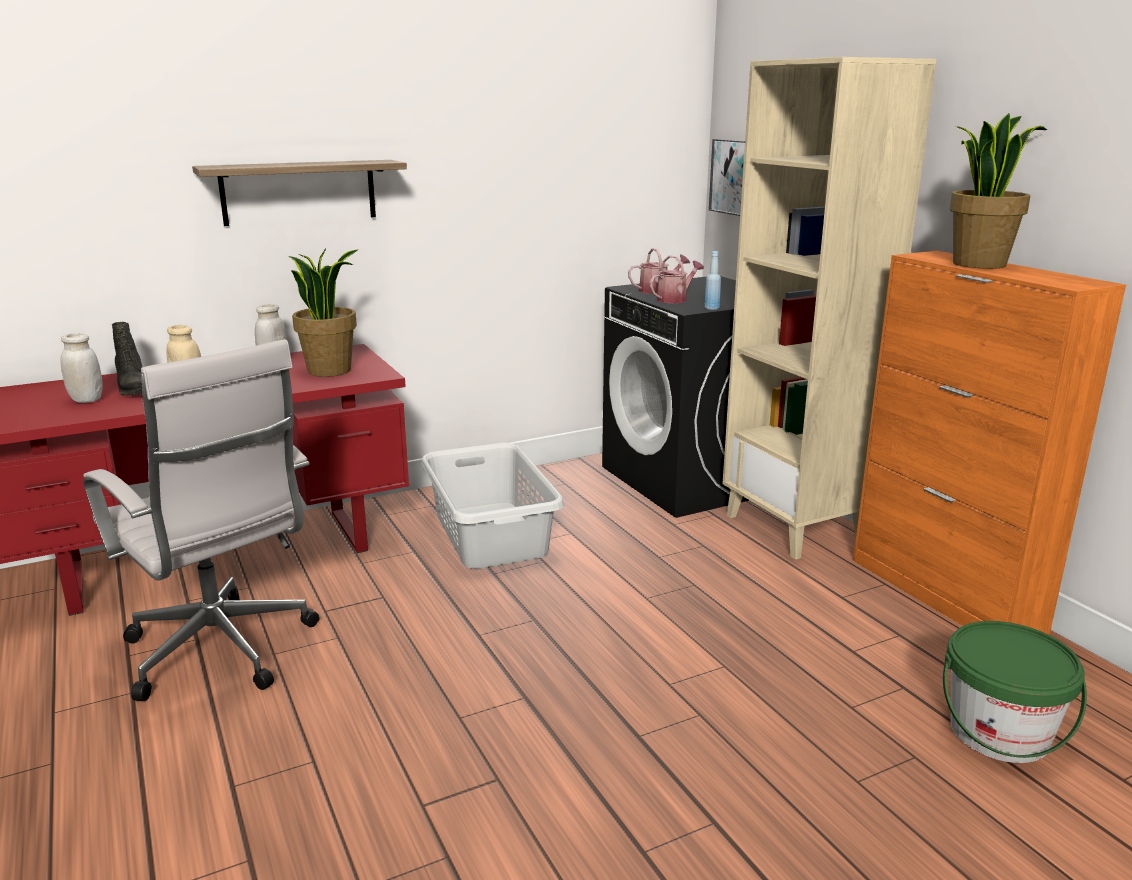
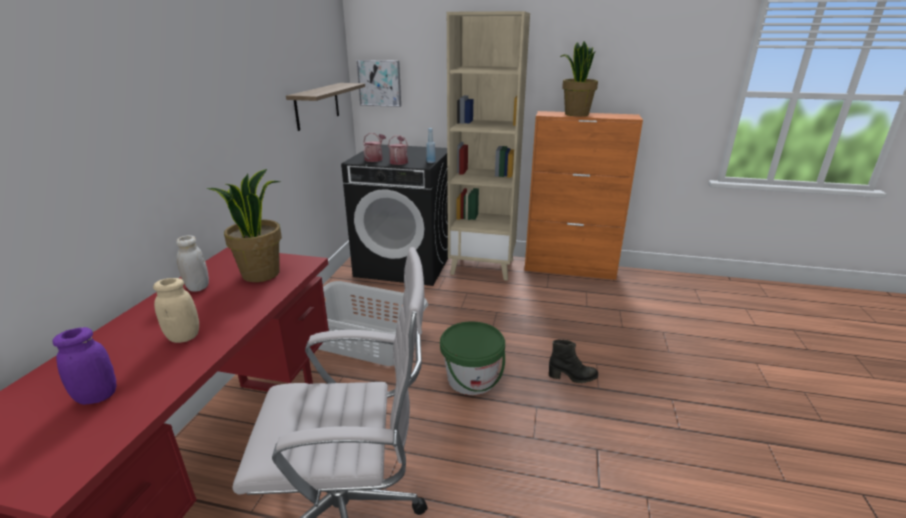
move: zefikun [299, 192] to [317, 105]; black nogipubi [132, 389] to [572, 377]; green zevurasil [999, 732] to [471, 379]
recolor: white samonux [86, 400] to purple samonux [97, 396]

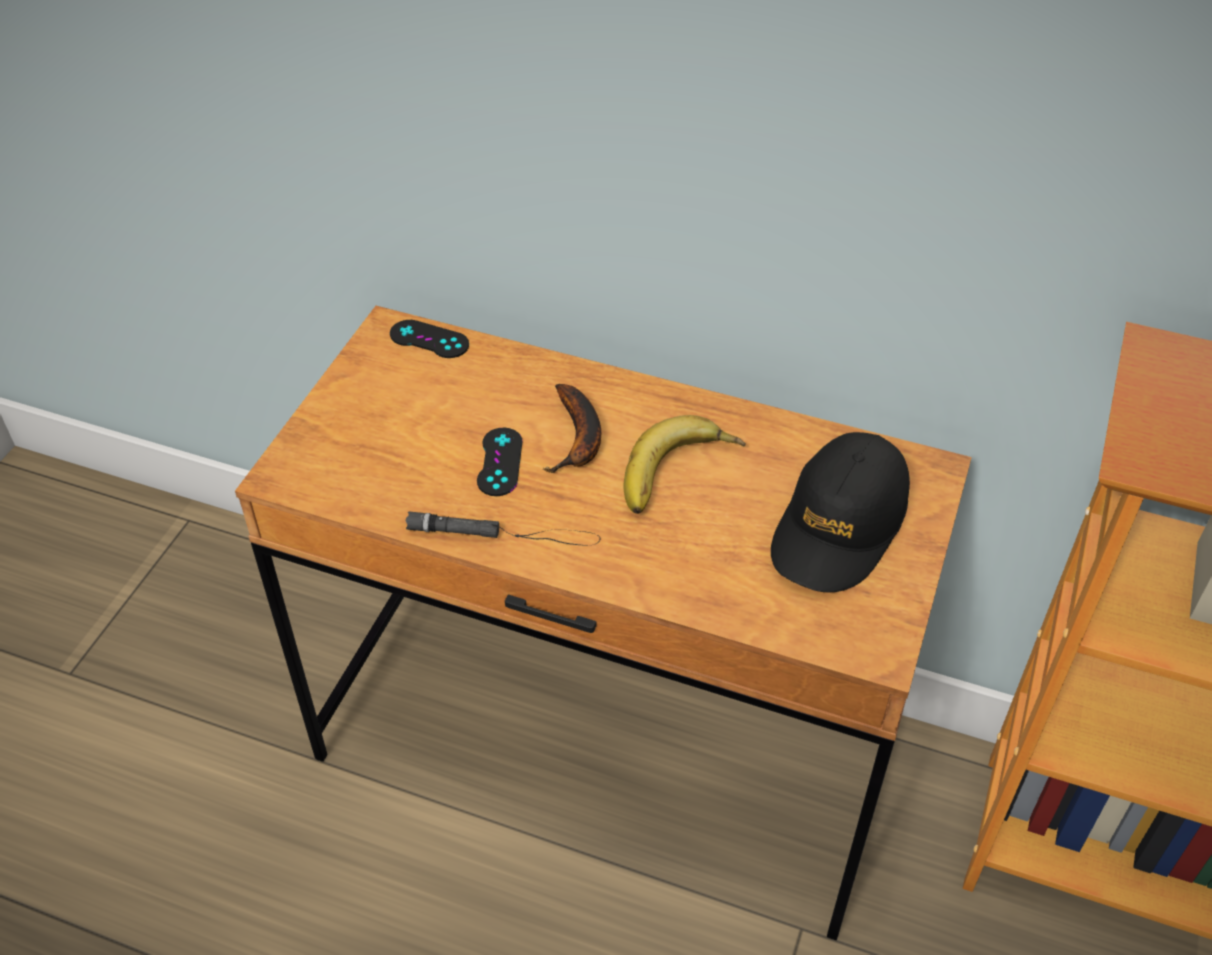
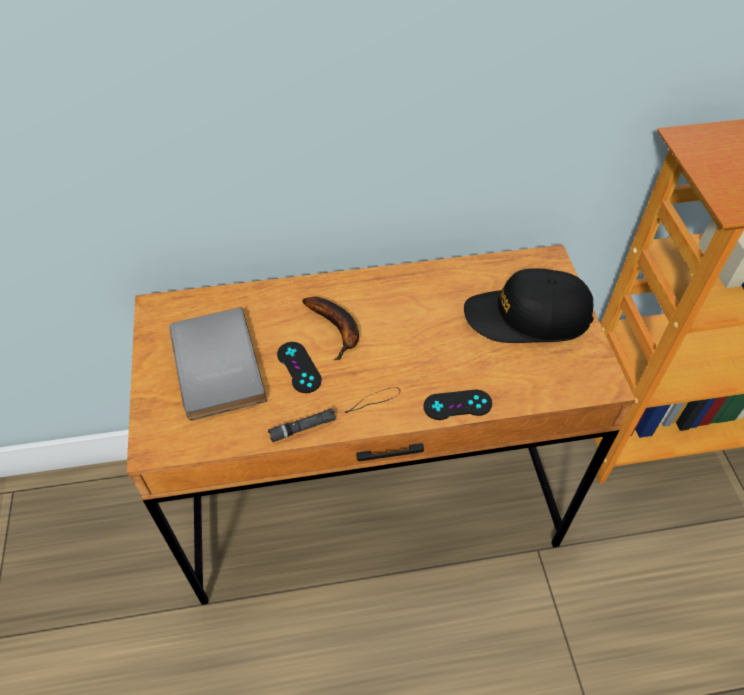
delete: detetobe [679, 475]
insert: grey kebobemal [213, 366]
move: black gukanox [429, 339] to [457, 405]
rotate: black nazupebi [839, 526] = [527, 317] 90 degrees clockwise

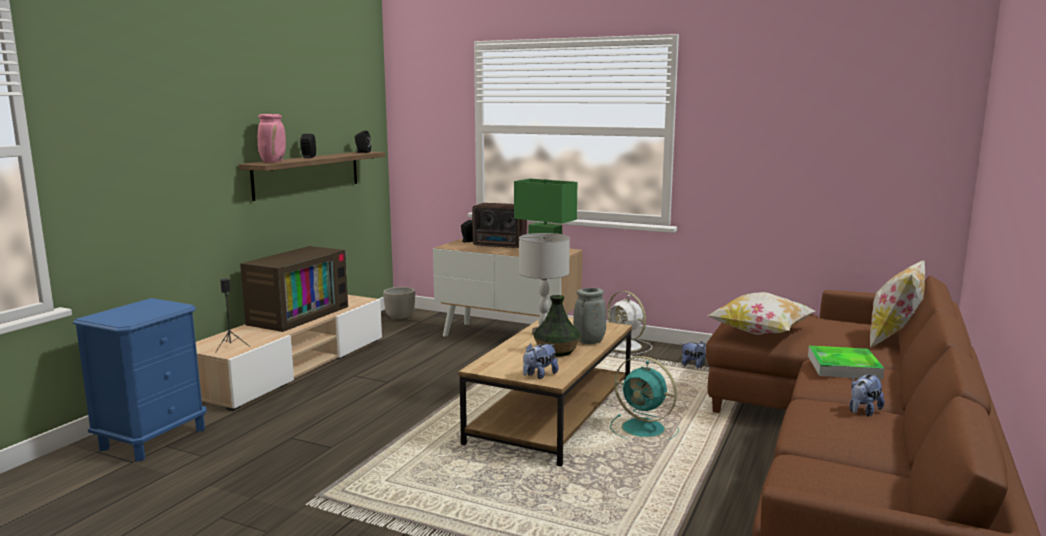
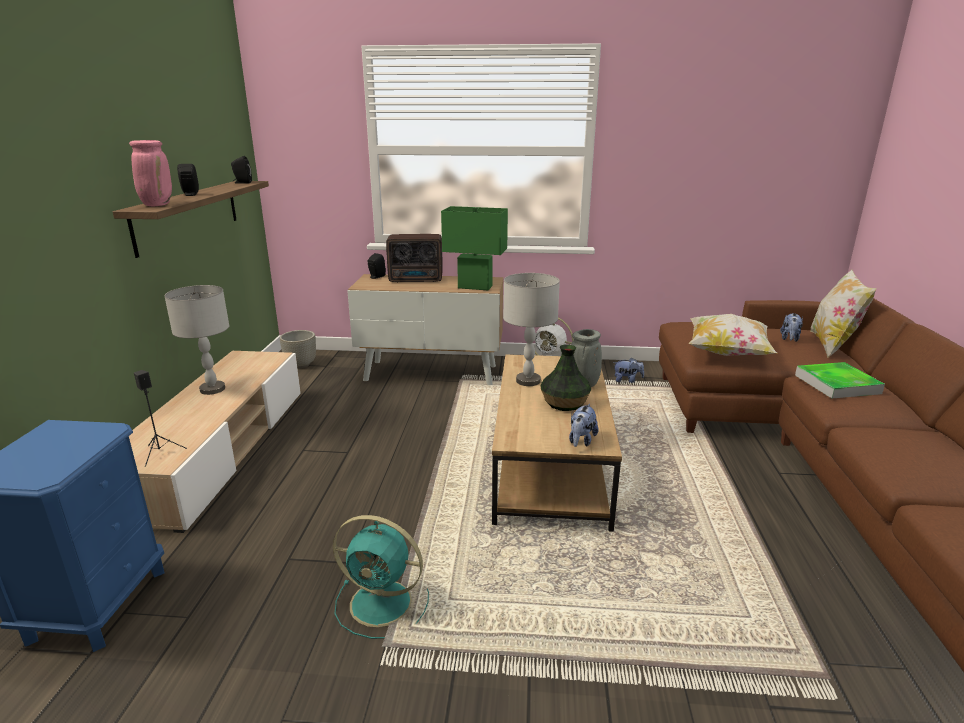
move: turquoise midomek [645, 429] to [384, 603]; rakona [863, 411] to [789, 339]
replace: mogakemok [297, 315] to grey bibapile [212, 389]

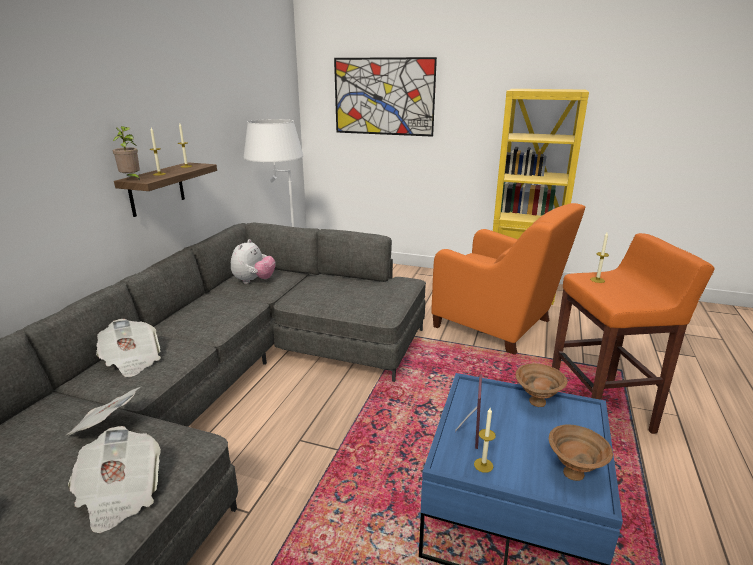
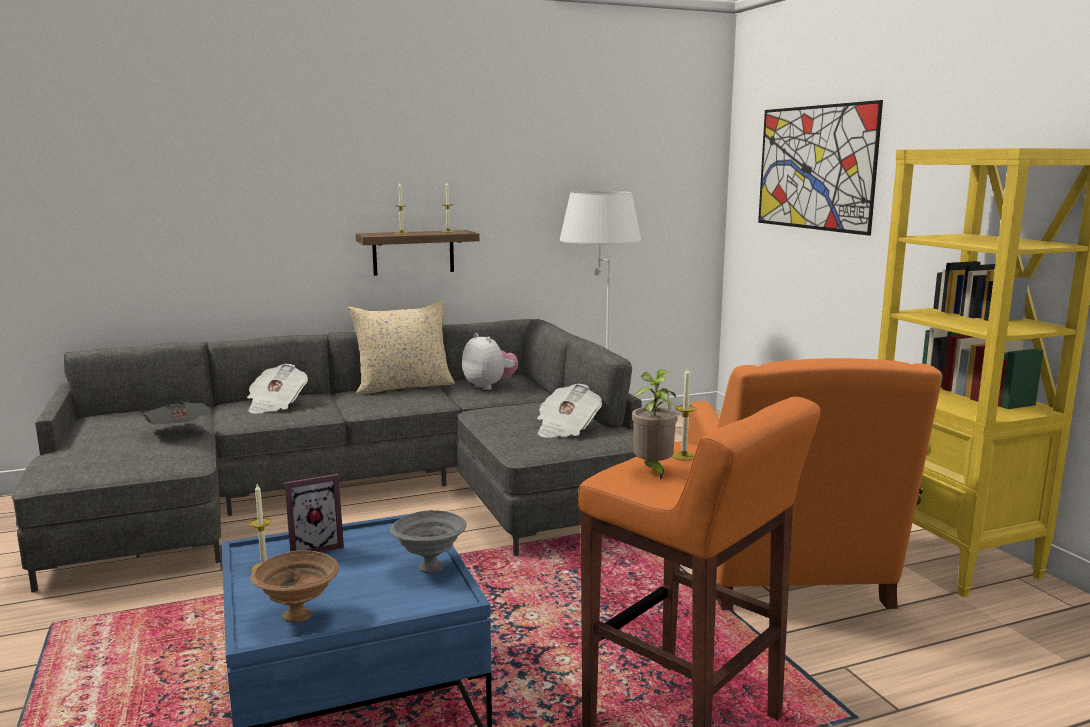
insert: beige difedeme [403, 387]
move: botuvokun [131, 179] to [653, 471]; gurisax [120, 494] to [566, 429]
recolor: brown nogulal [537, 403] to grey nogulal [428, 568]
rotate: rakona [254, 281] = [489, 386] 105 degrees counterclockwise

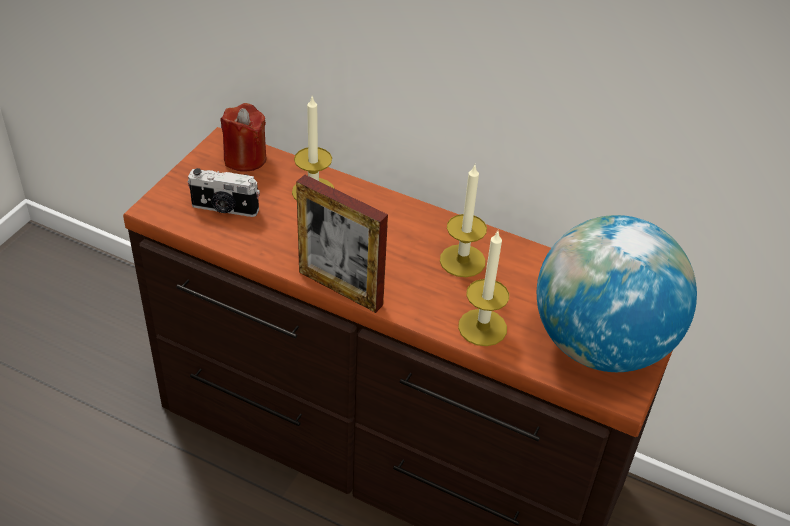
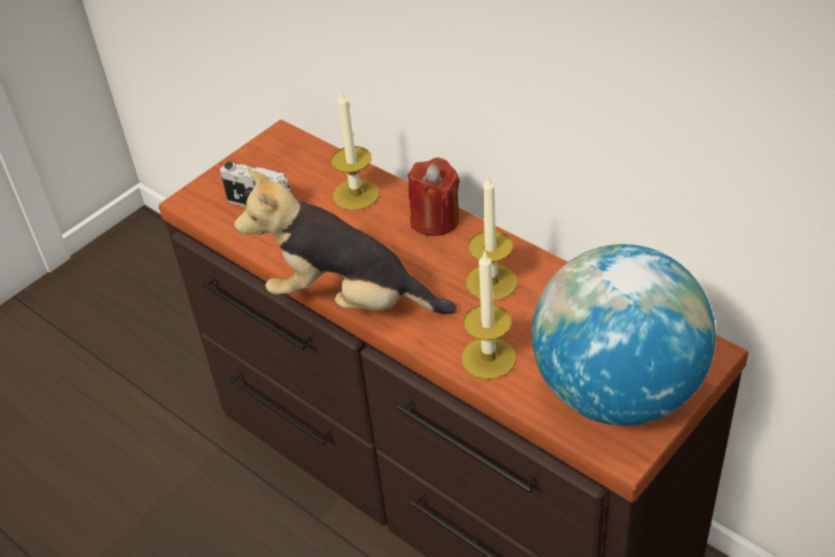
move: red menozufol [245, 158] to [435, 220]
replace: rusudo [340, 288] to rakona [349, 300]

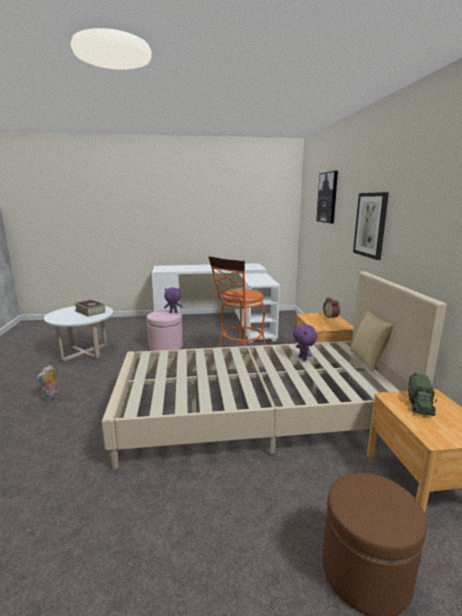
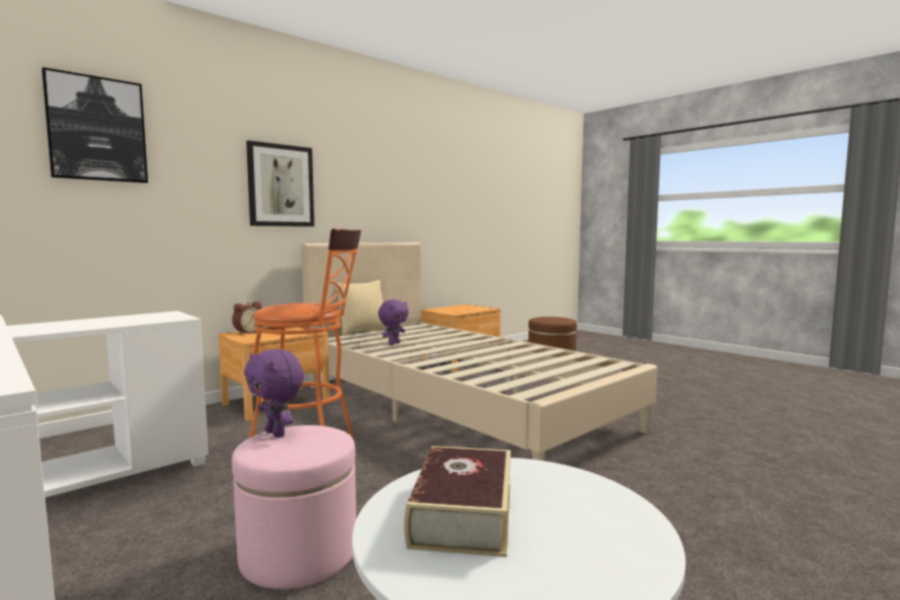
delete: rakona [51, 397]; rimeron [420, 404]

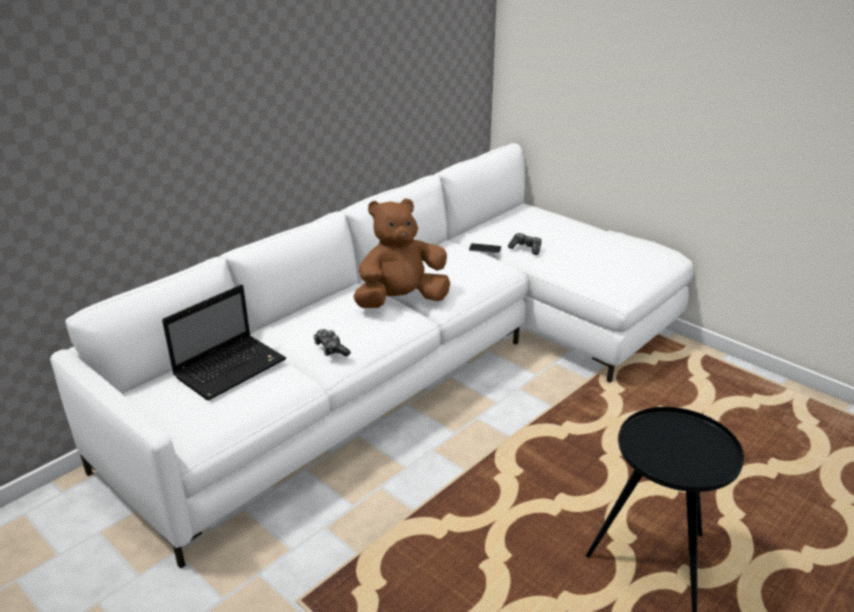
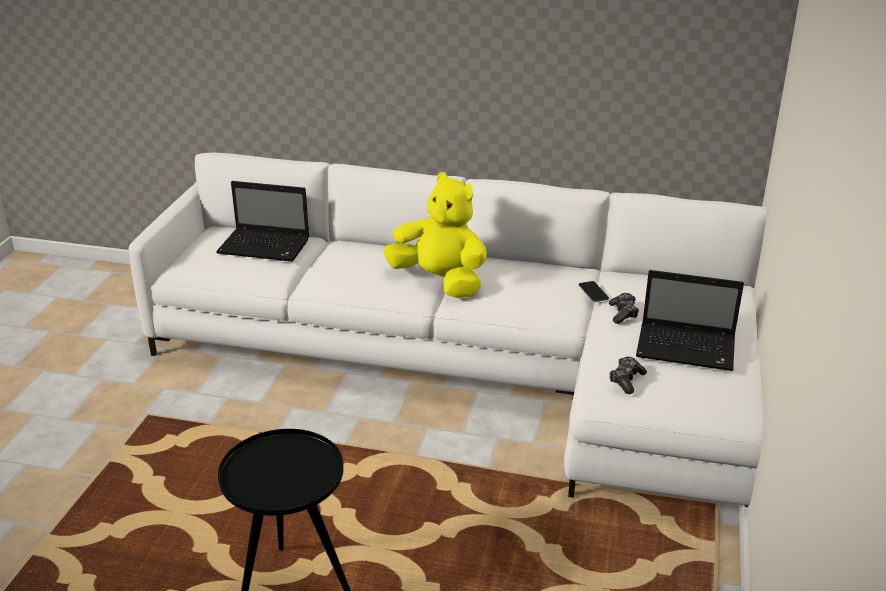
insert: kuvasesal [688, 348]
move: gukanox [331, 349] to [626, 380]
recolor: brown rakona [401, 301] to yellow rakona [440, 281]

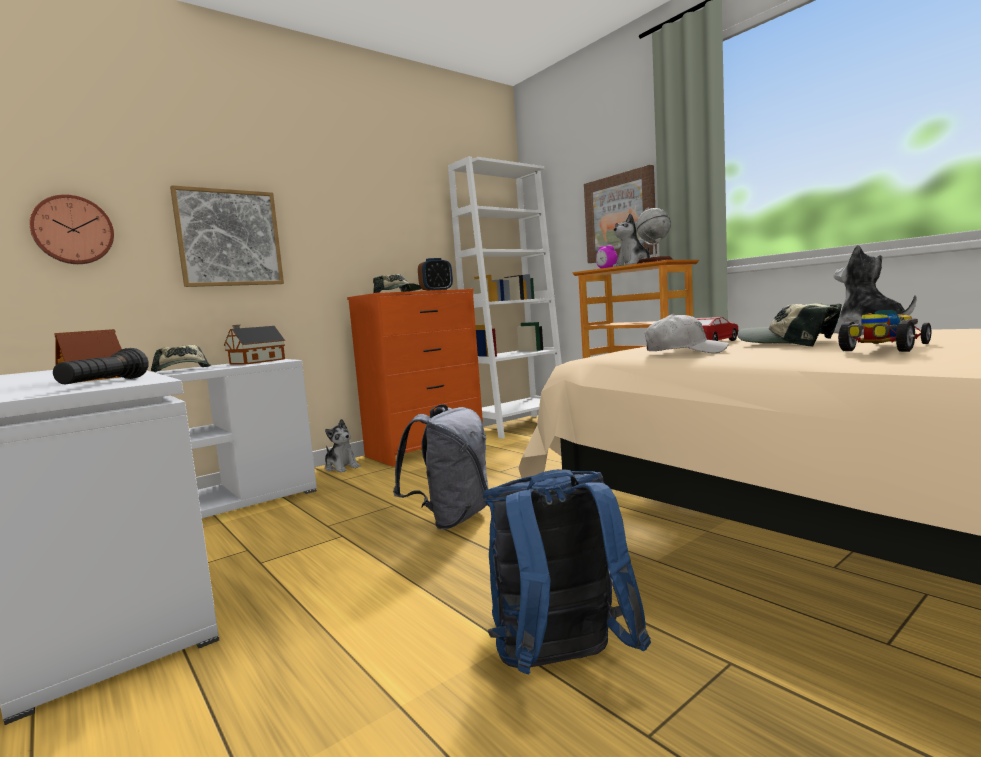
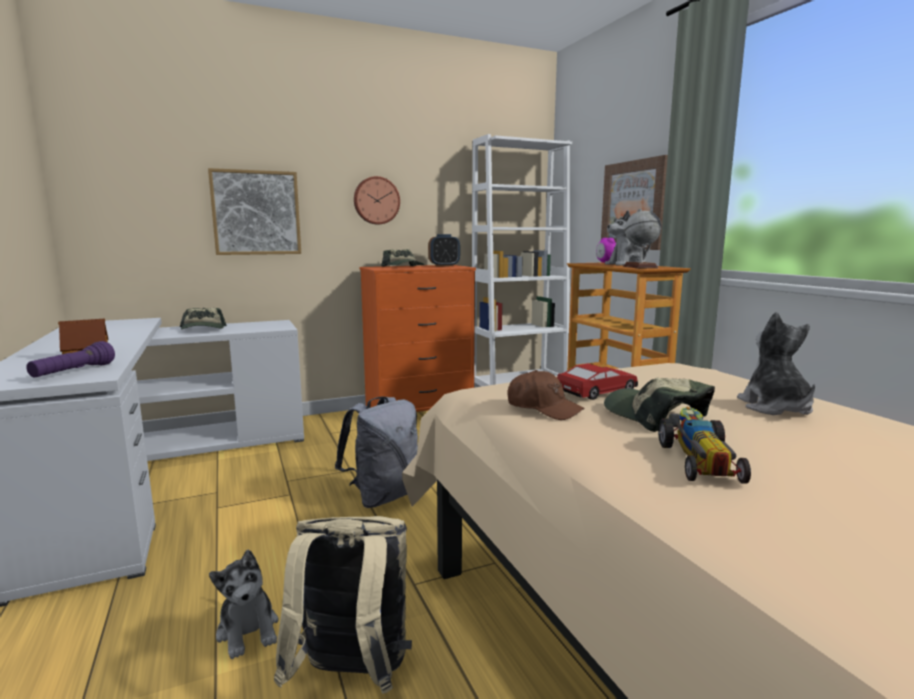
delete: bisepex [255, 362]
move: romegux [73, 230] to [376, 200]; rakona [341, 467] to [248, 630]
recolor: white nazupebi [684, 352] to brown nazupebi [543, 408]; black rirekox [105, 383] to purple rirekox [73, 372]; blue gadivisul [560, 666] to beige gadivisul [352, 675]
rotate: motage [885, 348] = [698, 459] 120 degrees clockwise

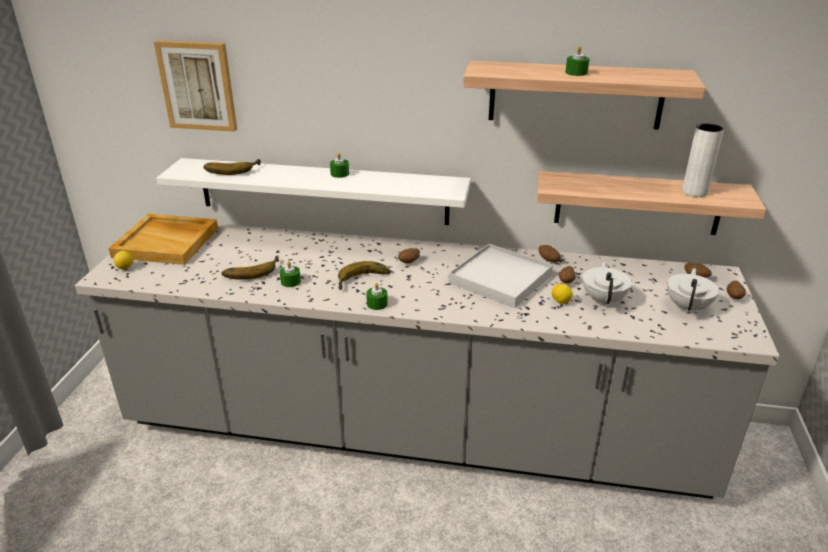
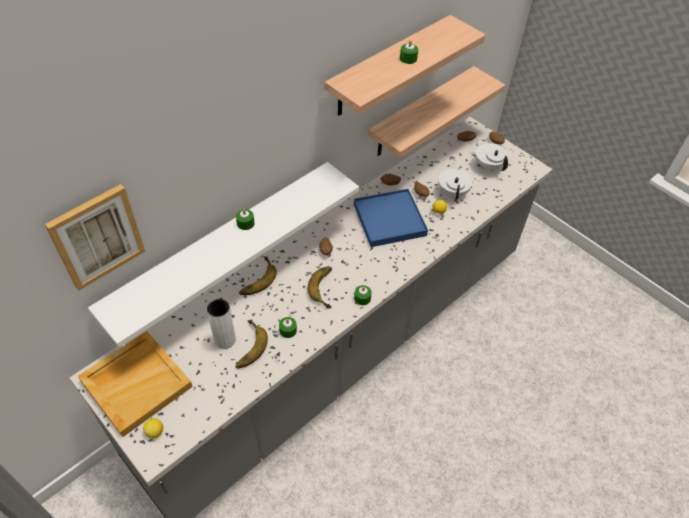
move: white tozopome [694, 192] to [225, 340]; detetobe [231, 169] to [255, 279]
recolor: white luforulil [500, 278] to blue luforulil [389, 220]
rotate: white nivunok [603, 299] = [452, 192] 45 degrees clockwise

